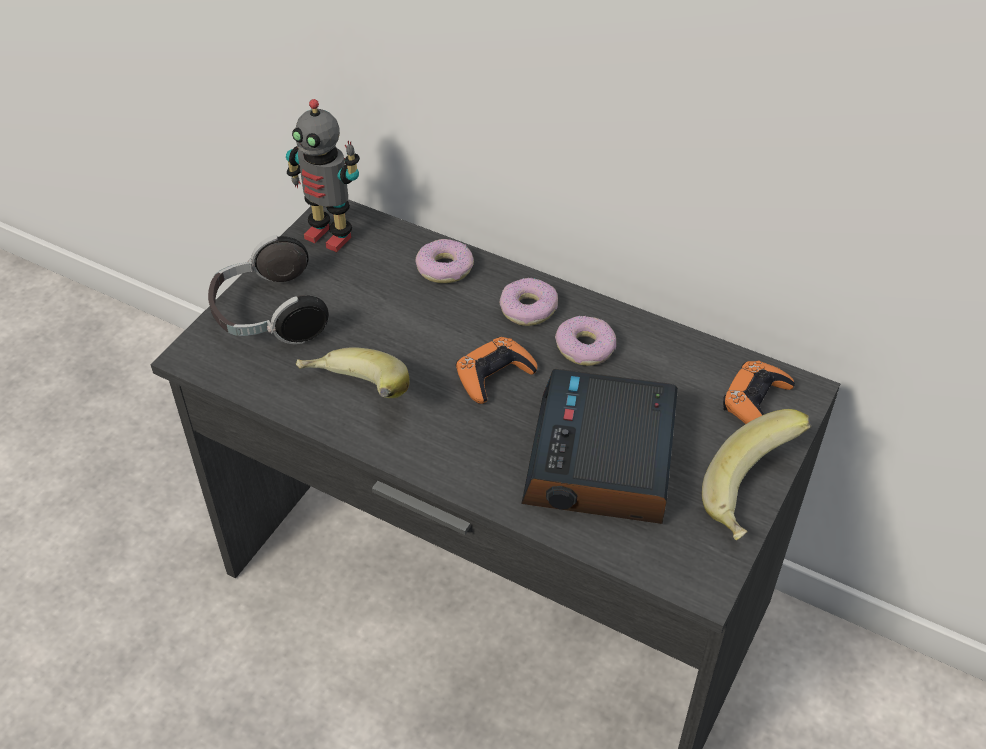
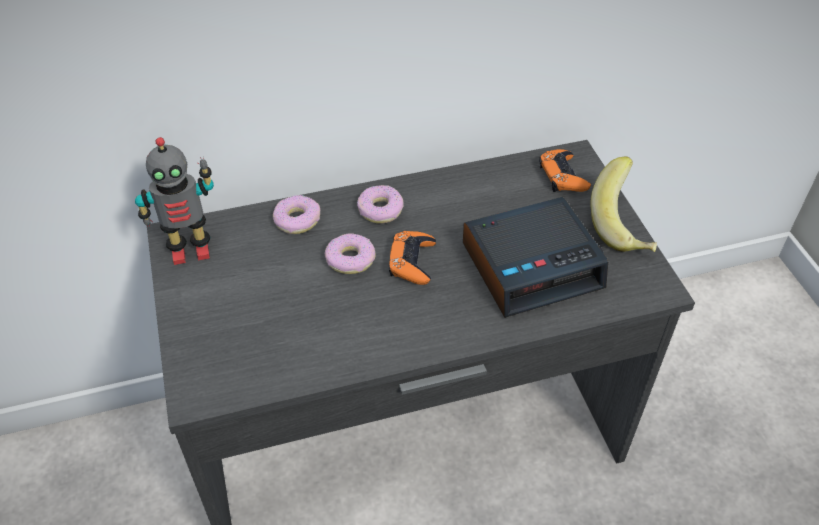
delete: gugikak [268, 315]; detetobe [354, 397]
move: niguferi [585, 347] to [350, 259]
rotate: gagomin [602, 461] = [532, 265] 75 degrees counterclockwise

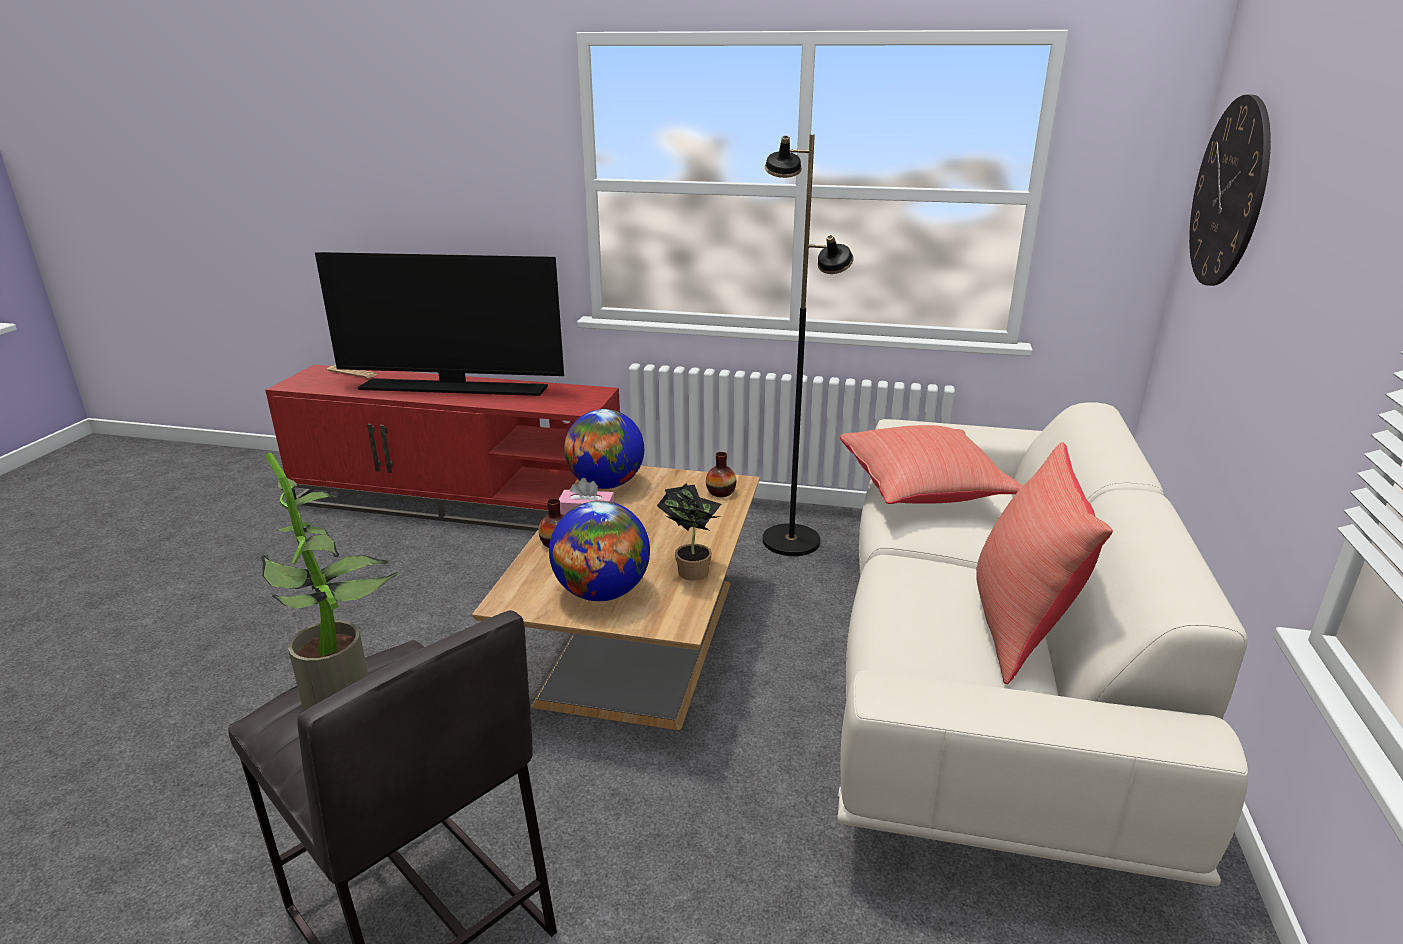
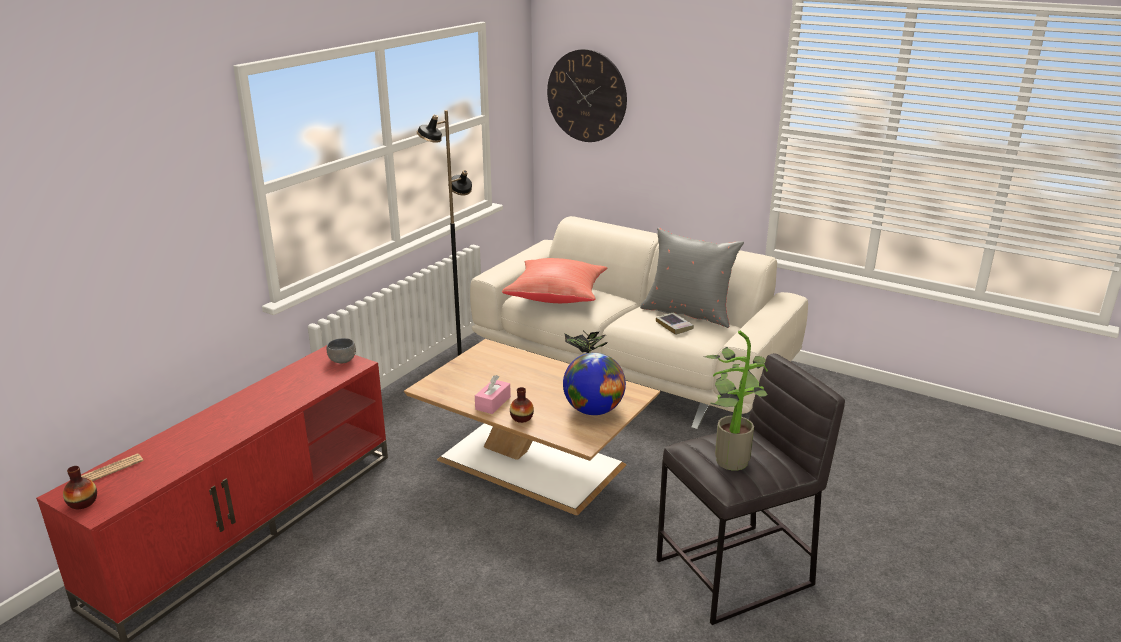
delete: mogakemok [455, 388]; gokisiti [606, 484]
insert: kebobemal [674, 326]; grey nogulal [341, 361]
move: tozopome [720, 492] to [83, 503]
recolor: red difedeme [1020, 625] to grey difedeme [688, 313]

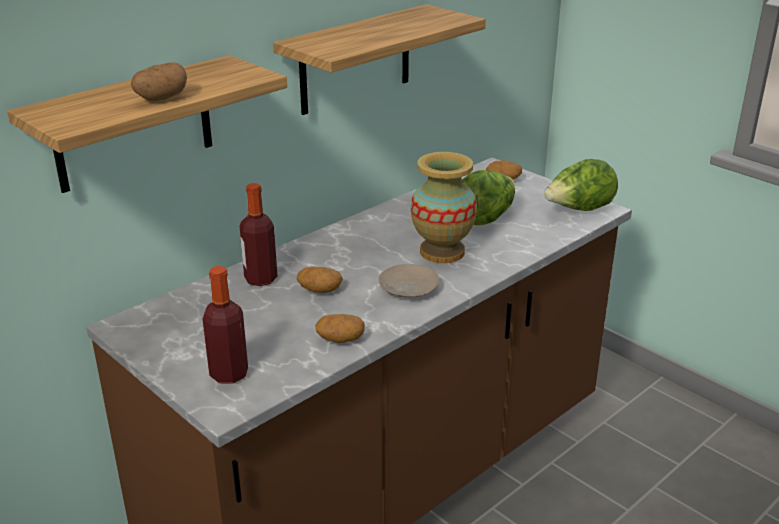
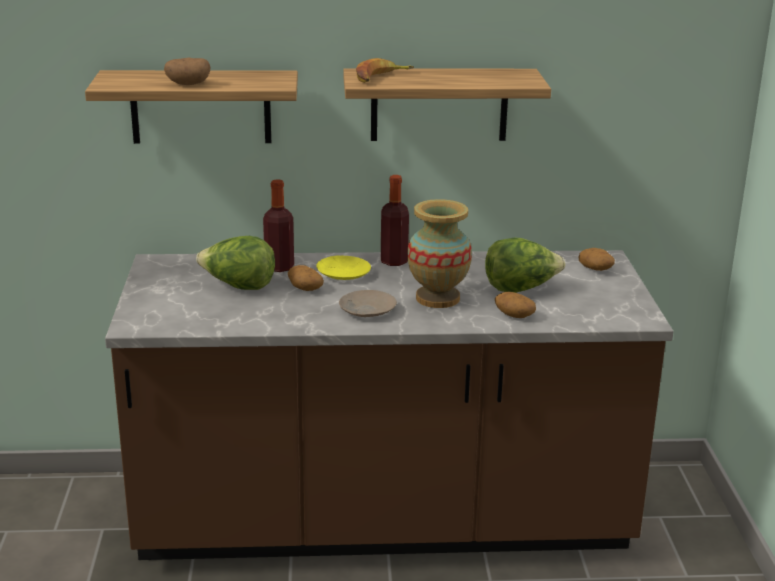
insert: detetobe [381, 77]; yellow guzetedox [343, 274]
move: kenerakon [579, 210] to [239, 287]; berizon [229, 374] to [394, 261]; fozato [340, 339] to [514, 315]

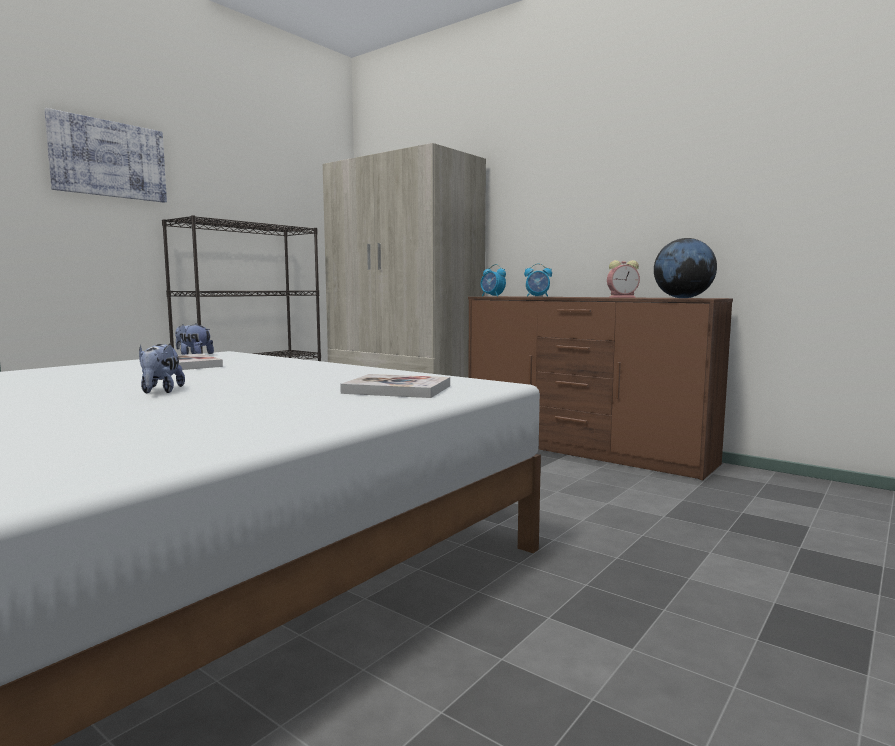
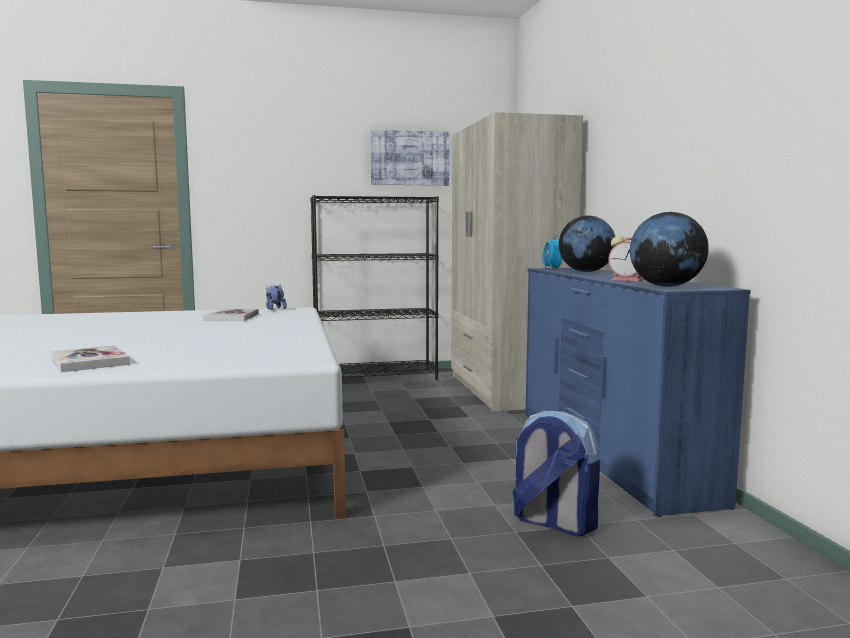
delete: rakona [160, 391]
insert: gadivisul [552, 523]
move: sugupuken [109, 159] to [409, 158]; kebobemal [397, 389] to [89, 361]
replace: gagomin [537, 296] to gokisiti [585, 271]
recolor: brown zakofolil [584, 450] to blue zakofolil [608, 454]

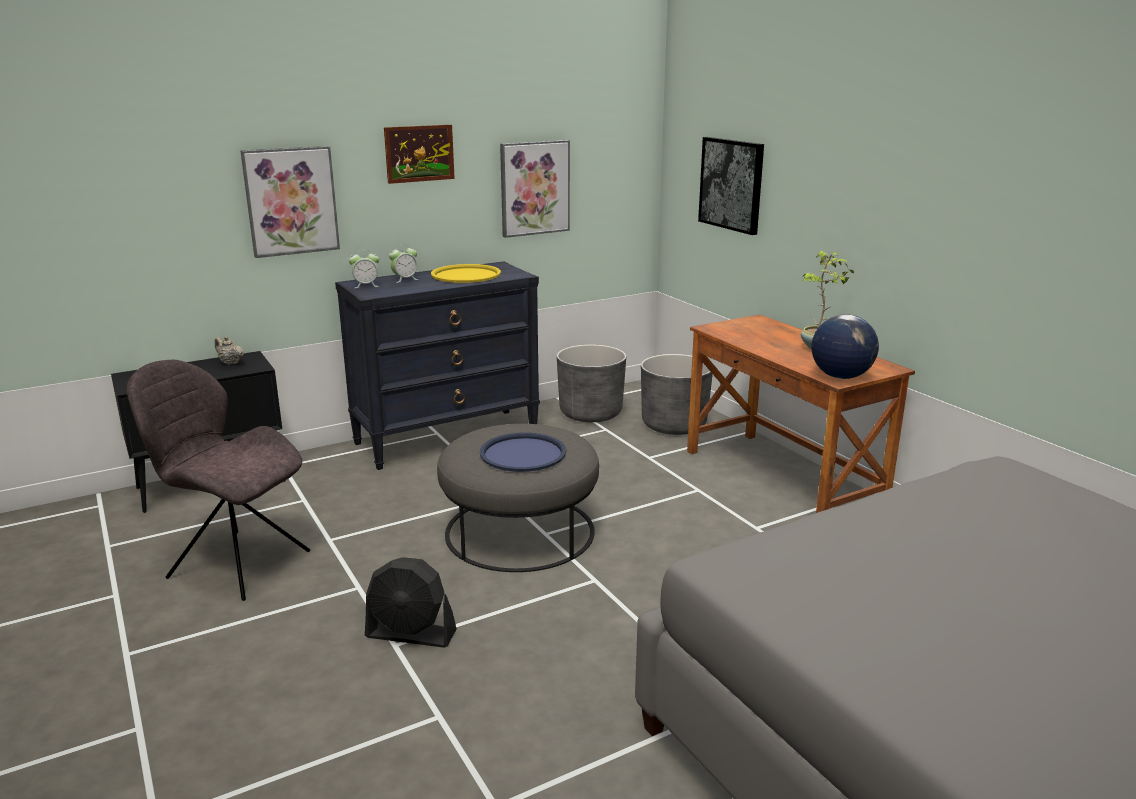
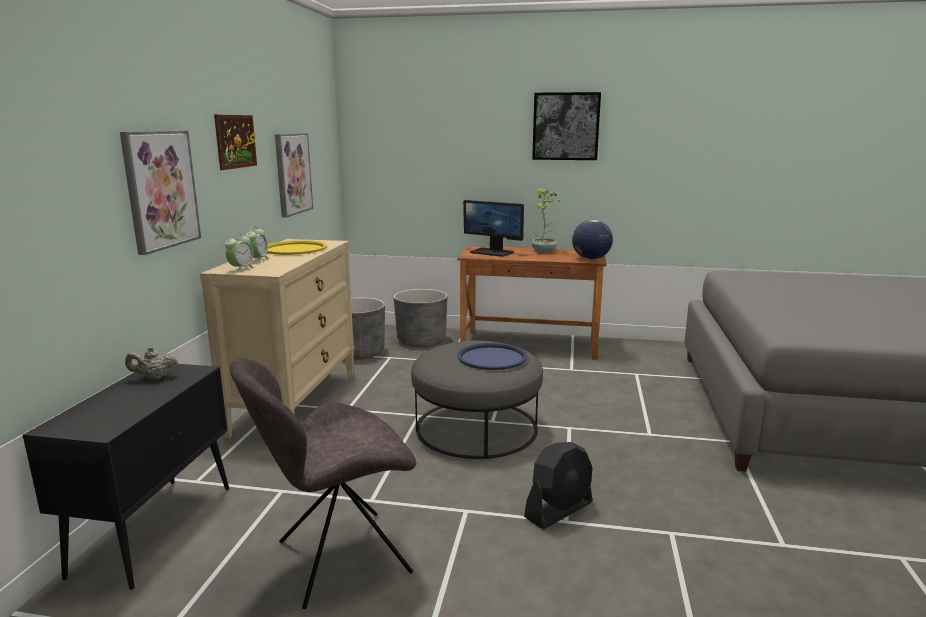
insert: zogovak [492, 252]
move: sugupuken [731, 184] to [566, 126]
recolor: black zakofolil [447, 438] to beige zakofolil [295, 403]

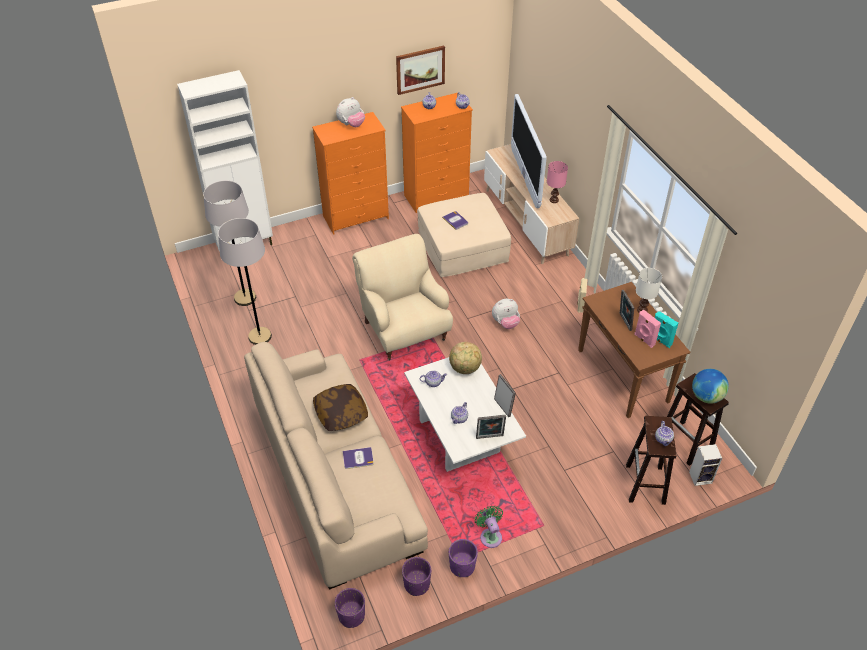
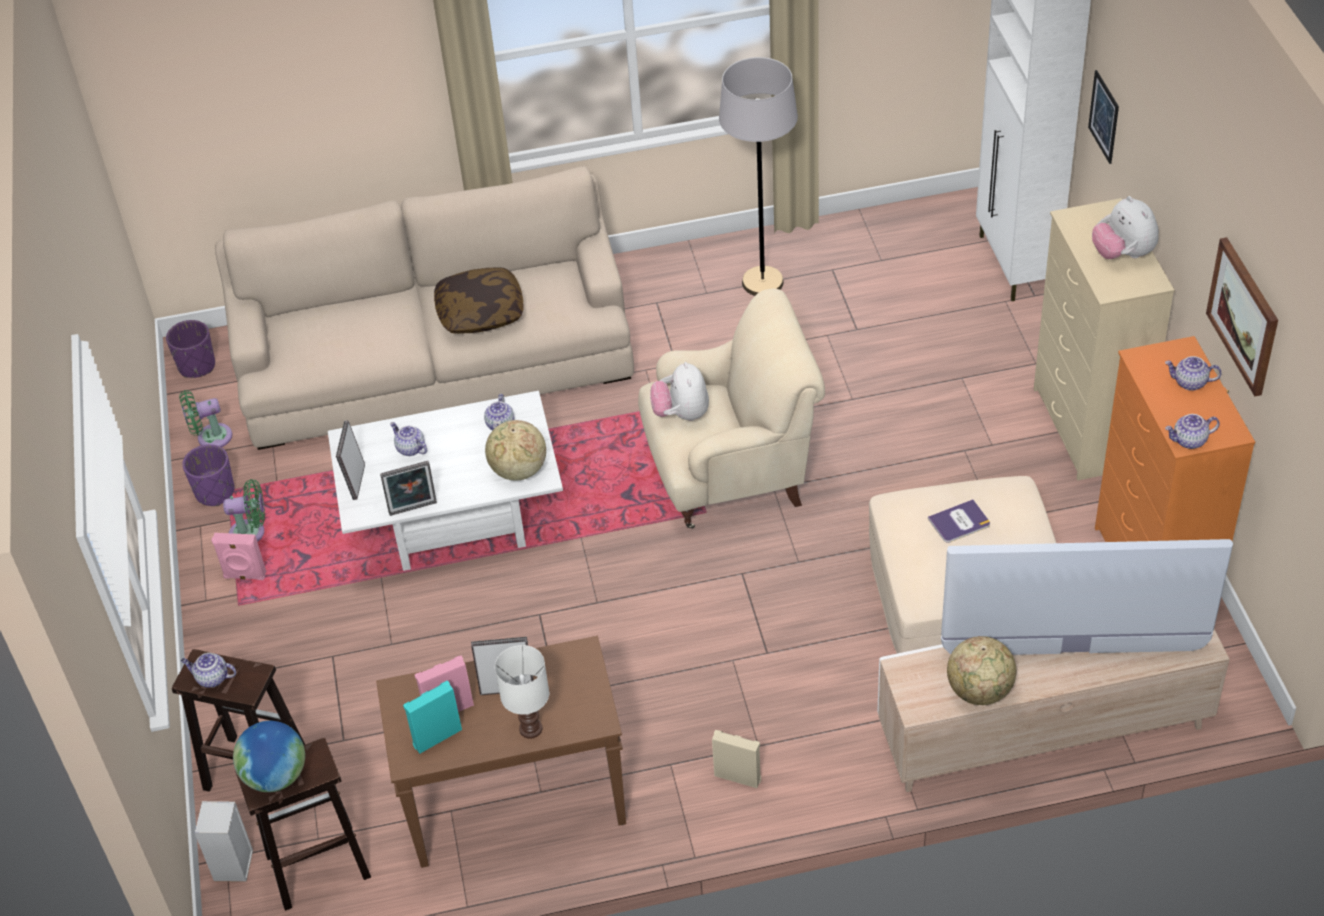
delete: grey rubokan [245, 298]; kebobemal [358, 458]
insert: sugupuken [1104, 116]; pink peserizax [245, 576]
move: rakona [505, 323] to [681, 414]
replace: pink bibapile [554, 200] to gokisiti [980, 691]; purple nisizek [417, 584] to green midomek [210, 438]
recolor: orange zakofolil [356, 217] to beige zakofolil [1086, 428]

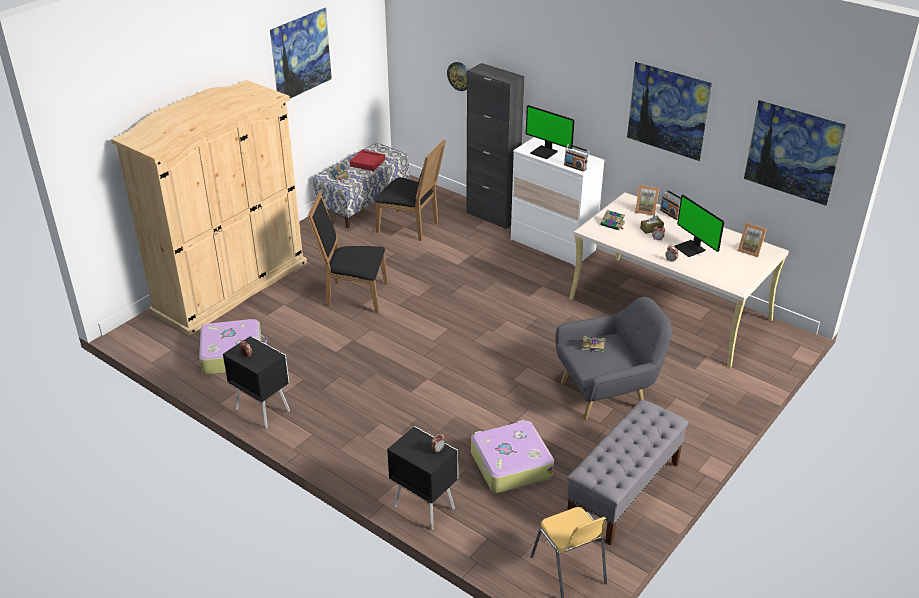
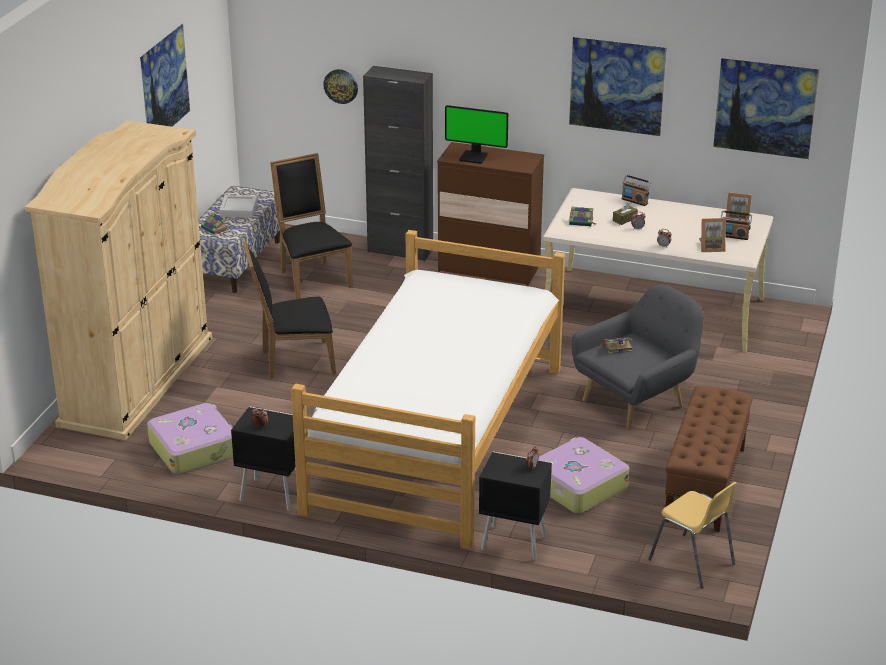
delete: zogovak [691, 248]
insert: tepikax [436, 438]
move: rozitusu [575, 167] to [734, 236]; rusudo [645, 210] to [711, 248]
recolor: white zakofolil [552, 245] to brown zakofolil [489, 268]; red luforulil [367, 163] to grey luforulil [238, 210]; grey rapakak [623, 492] to brown rapakak [705, 484]
rotate: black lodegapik [411, 227] = [312, 278] 120 degrees counterclockwise

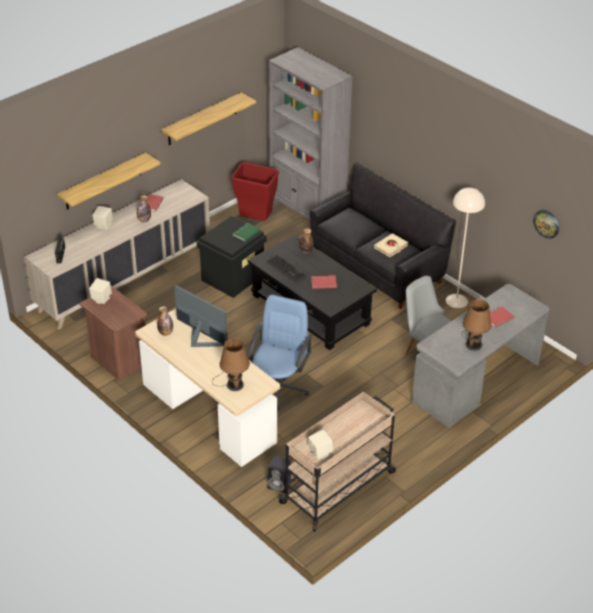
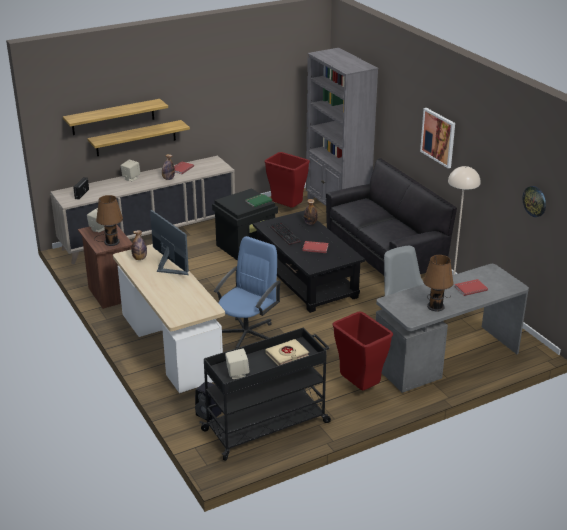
insert: sugupuken [438, 137]; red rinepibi [360, 387]
move: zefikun [202, 119] to [113, 117]; beige kebobemal [391, 247] to [287, 355]; brown bibapile [233, 384] to [110, 241]
recolor: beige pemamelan [339, 487] to black pemamelan [267, 426]

